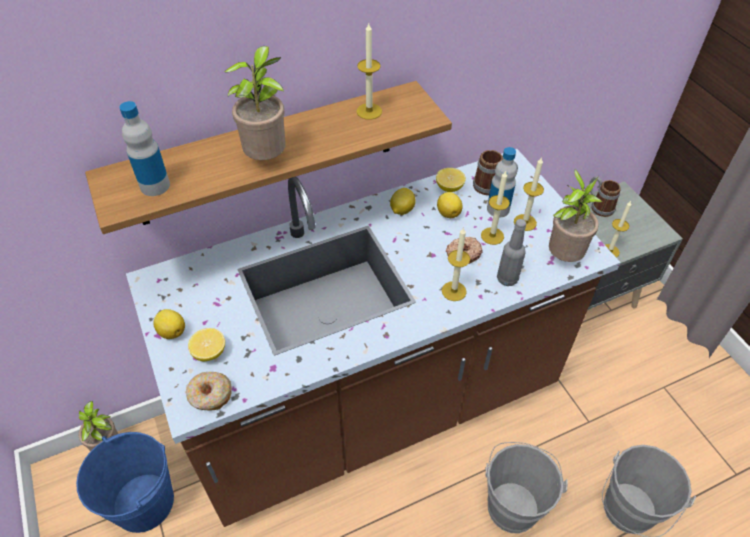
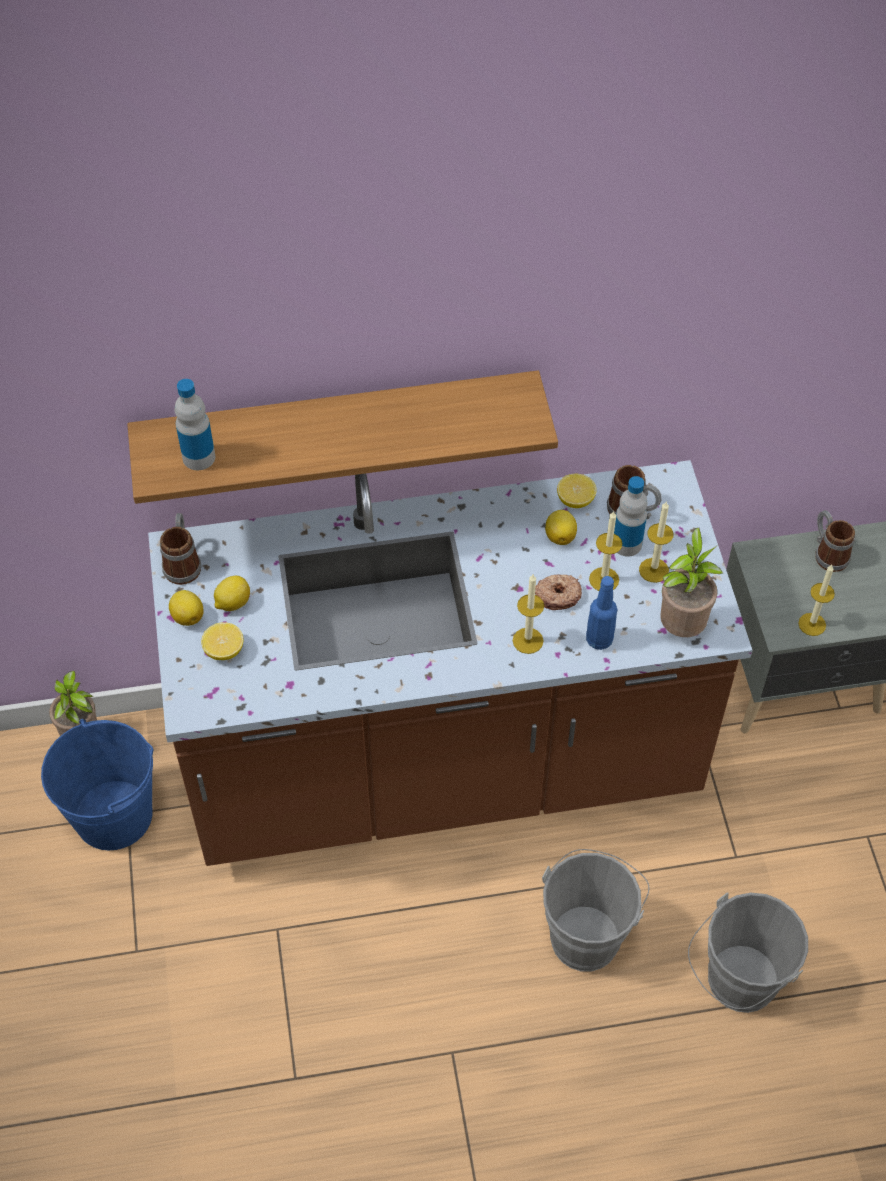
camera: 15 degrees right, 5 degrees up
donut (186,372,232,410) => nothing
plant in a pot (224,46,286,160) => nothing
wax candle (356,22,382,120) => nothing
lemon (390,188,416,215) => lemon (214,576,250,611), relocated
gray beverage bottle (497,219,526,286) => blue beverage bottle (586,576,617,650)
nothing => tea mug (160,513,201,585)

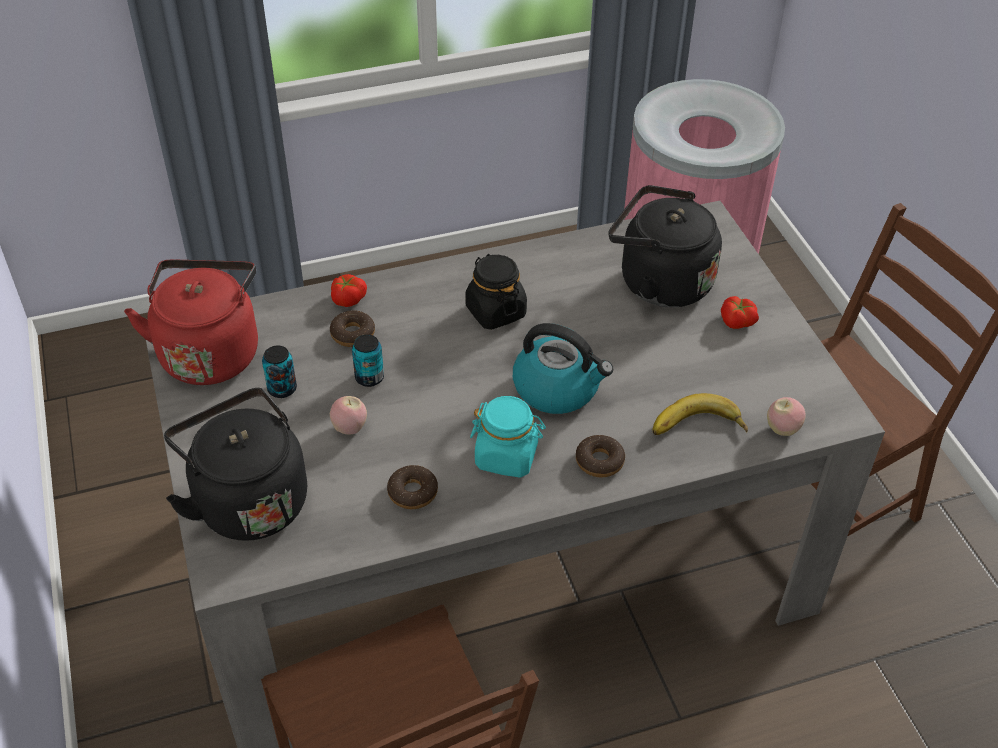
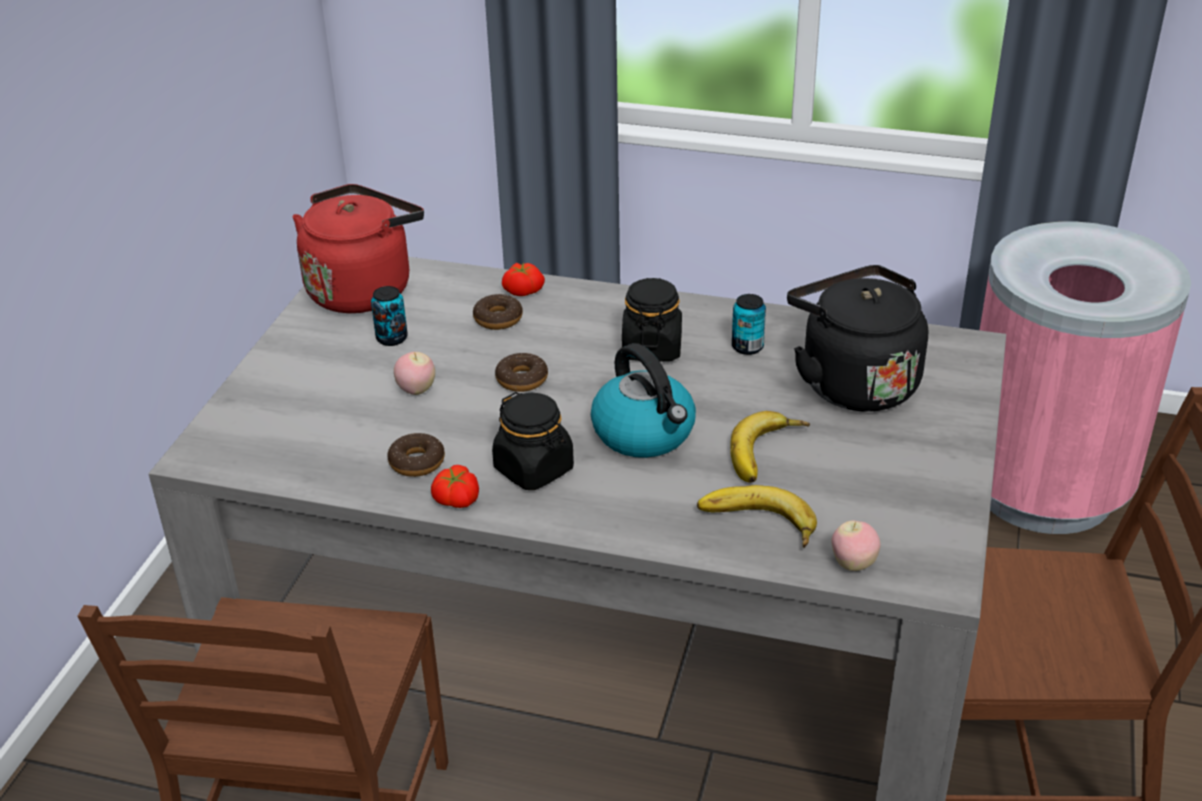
camera: 35 degrees right, 10 degrees down
blackish tea kettle (164,388,307,540) => nothing
sealed can (352,334,384,387) => sealed can (732,294,766,355), relocated
turquoise storage jar (470,396,546,478) => blackish storage jar (492,392,574,490)
donut (576,435,625,477) => donut (495,353,548,392), relocated
fresh tomato (721,296,759,329) => fresh tomato (431,465,479,508), relocated
nothing => banana (730,411,810,483)

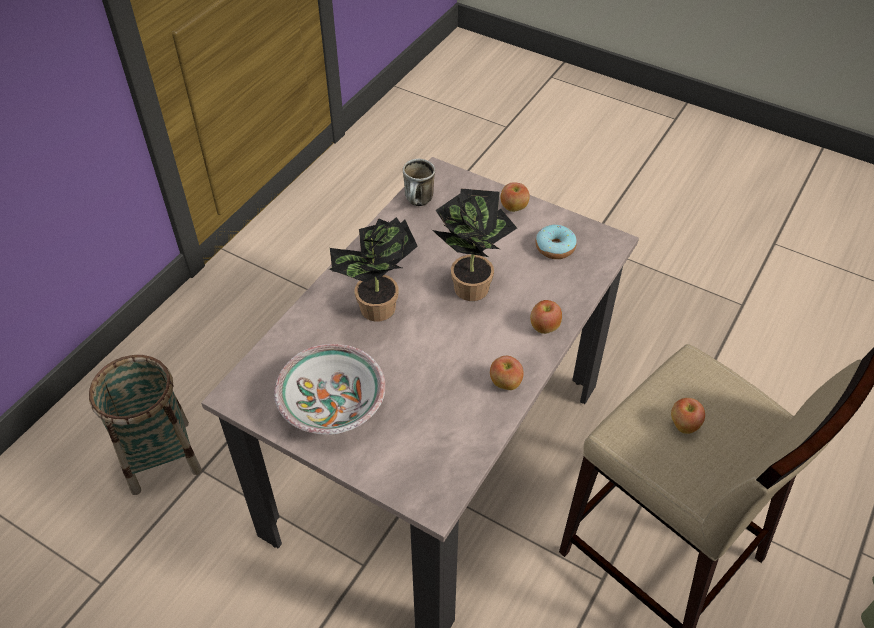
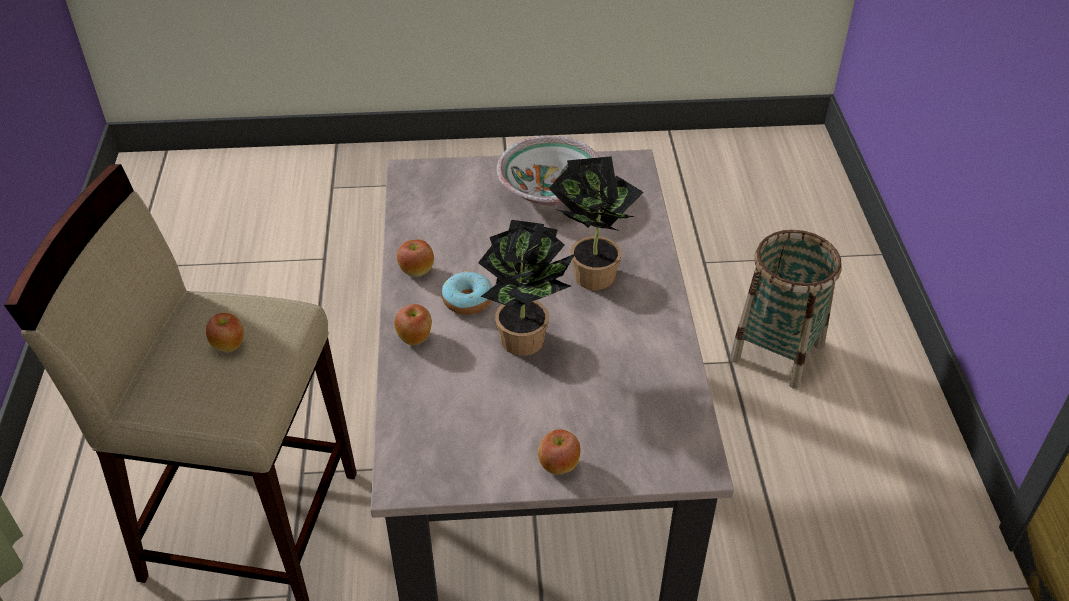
camera: 145 degrees right, 5 degrees down
tea mug (403,159,435,206) => nothing
donut (535,225,577,259) => donut (442,271,492,315), relocated

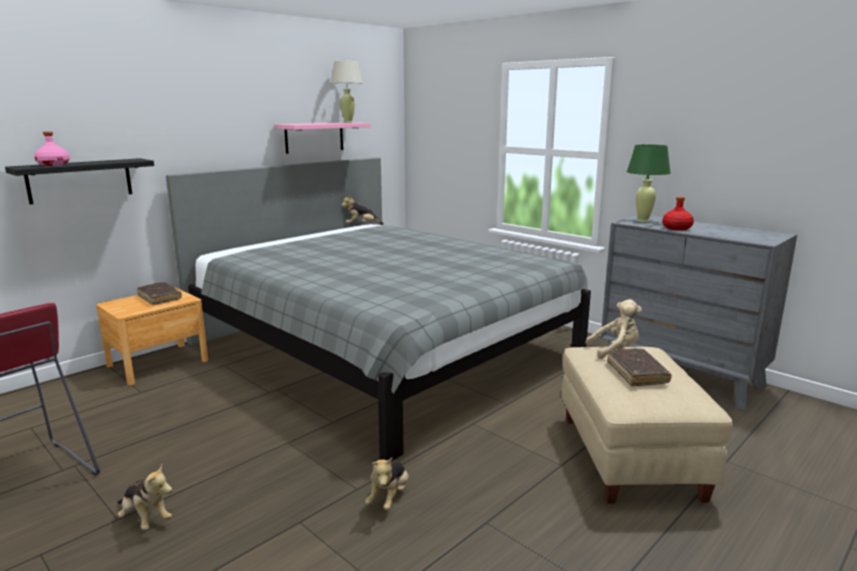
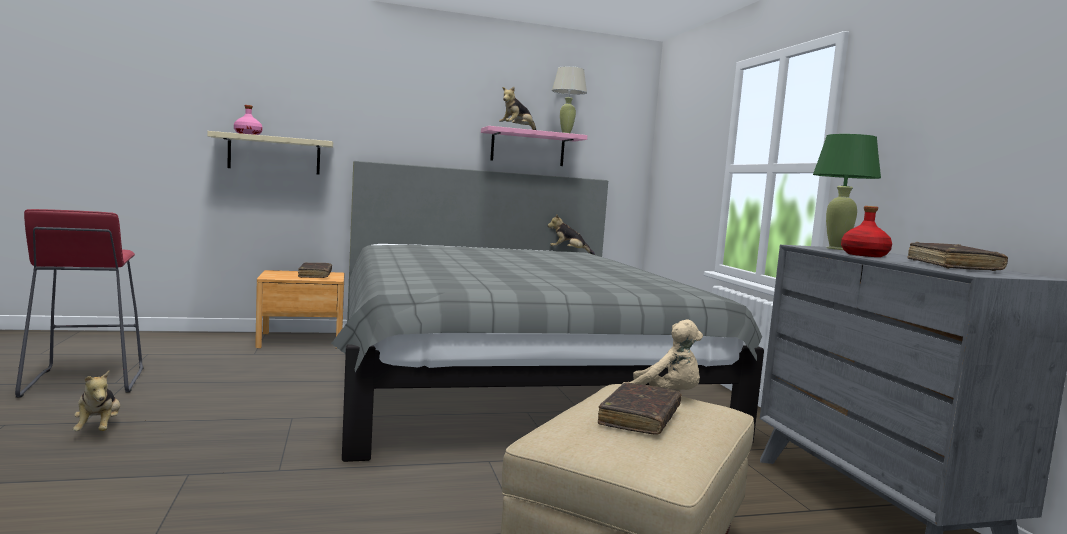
camera: 30 degrees right, 10 degrees down
blackish bracket shelf (5,158,154,204) => beige bracket shelf (207,131,333,175)
cuddly toy (365,457,409,510) => cuddly toy (499,86,536,130), relocated
nothing => brownish volume (908,242,1008,271)

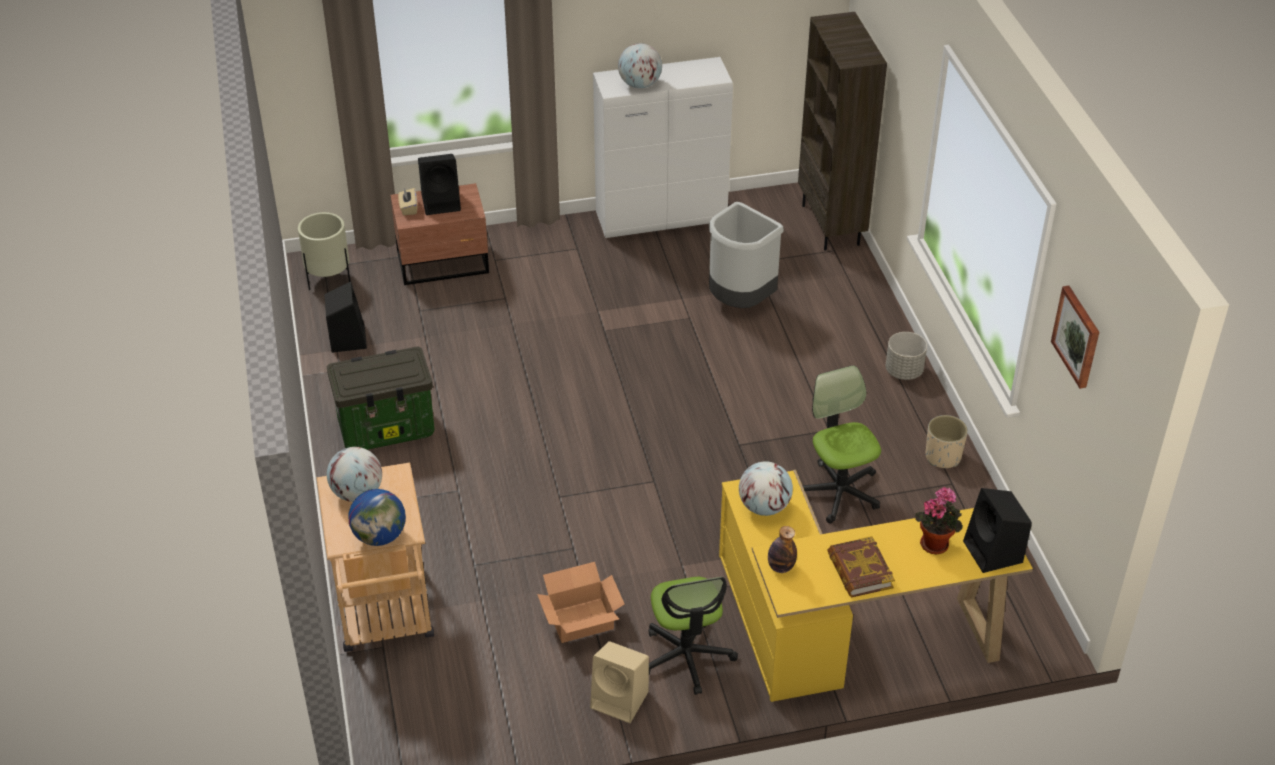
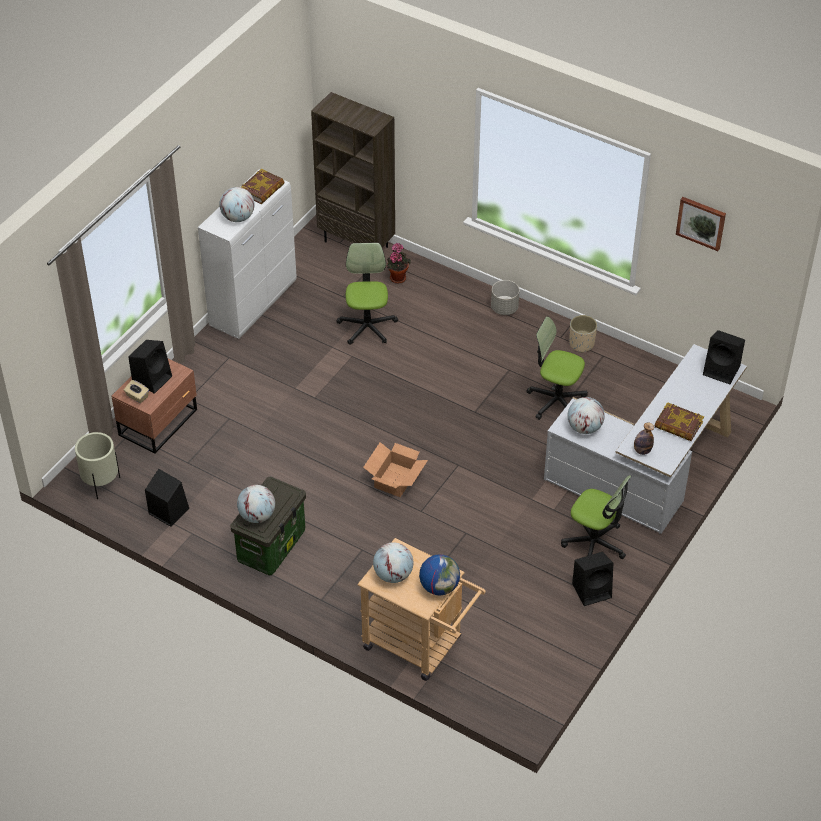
camera: 45 degrees left, 5 degrees up
cardboard box (537,562,624,643) => cardboard box (363,442,428,497), relocated
beige speaker (590,641,649,723) => blackish speaker (572,552,613,606)
gray trash can (709,202,784,308) => computer chair (337,243,398,345)
yellow desk unit (719,470,1033,702) => white-coloured desk unit (544,344,747,534)
plant in a pot (915,487,963,554) => plant in a pot (386,243,411,283), relocated
nothing => globe (237,485,275,523)
nothing => volume (241,169,285,204)

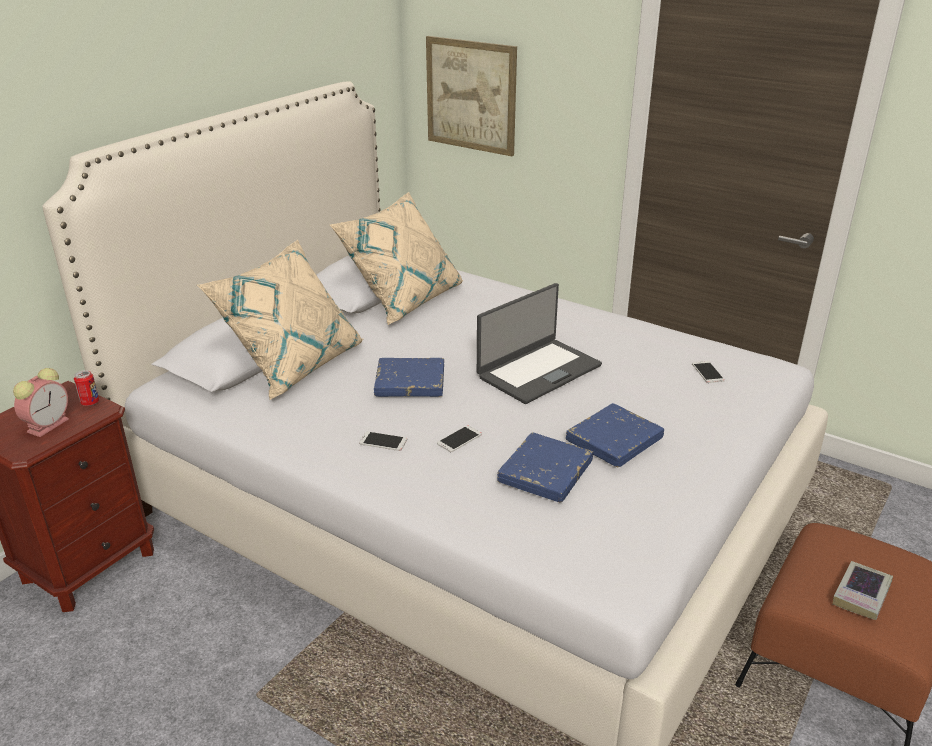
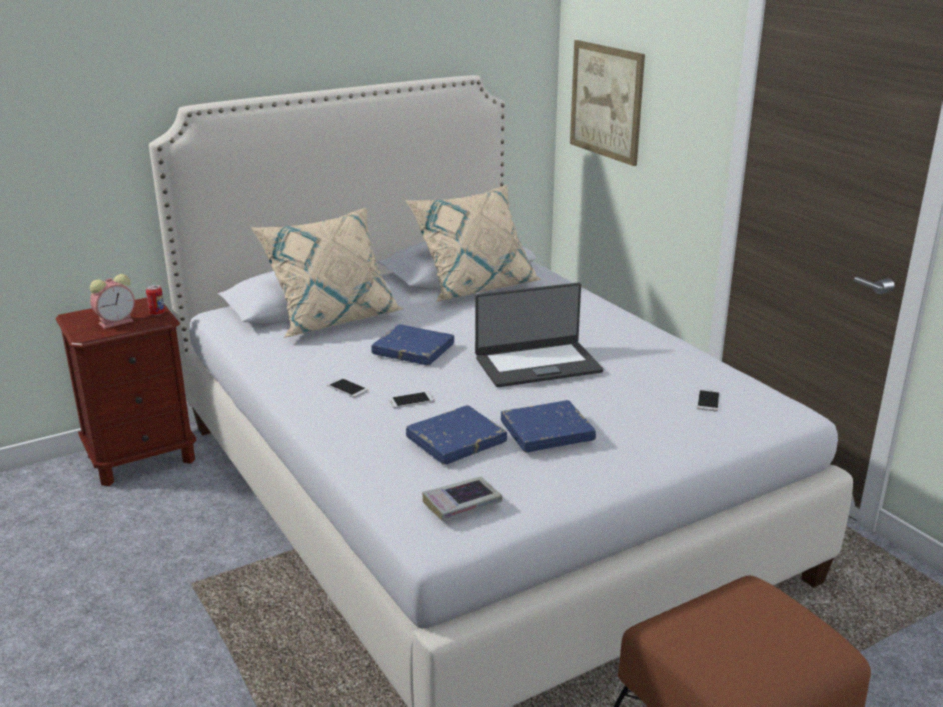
camera: 25 degrees right, 5 degrees down
volume (832,561,893,620) => volume (422,477,502,521), relocated

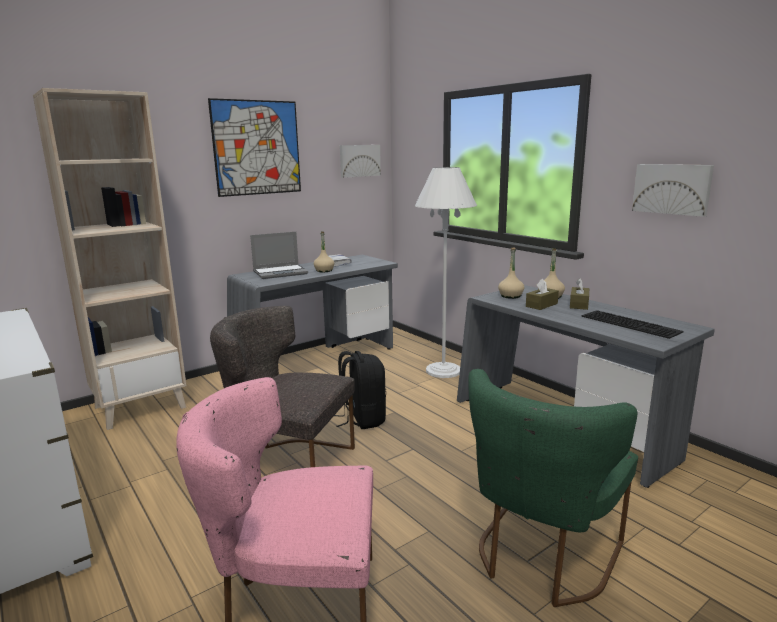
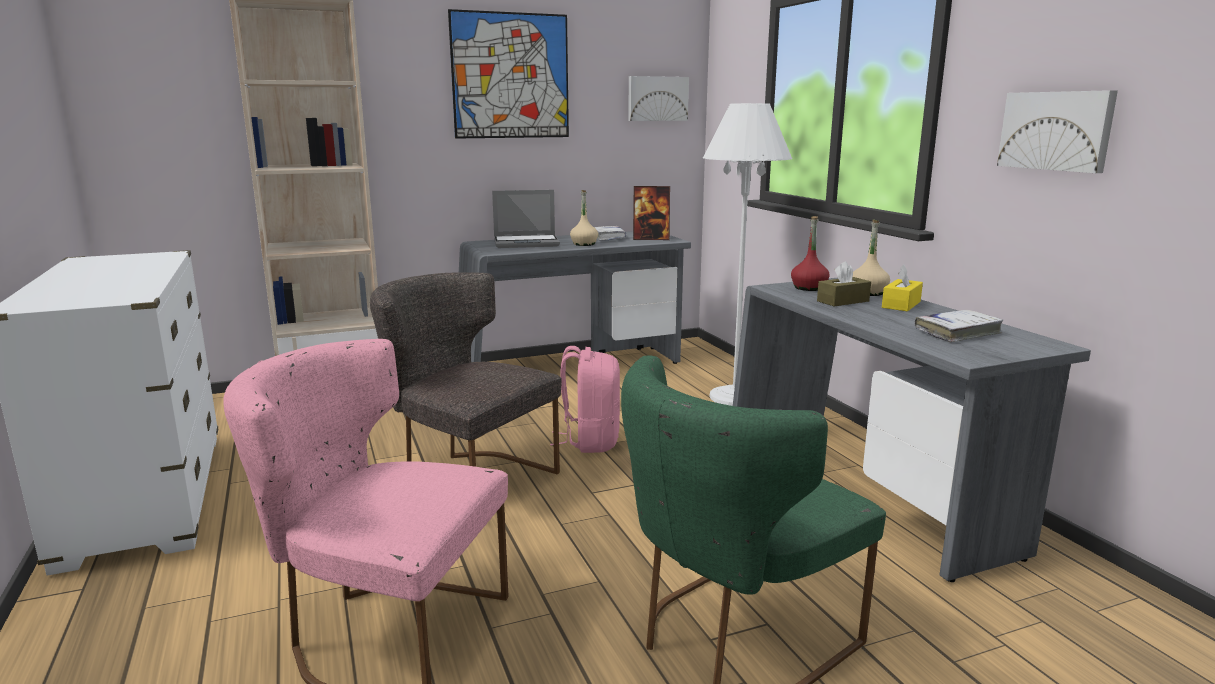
camera: 15 degrees right, 0 degrees up
blackish backpack (334,351,386,429) => pink backpack (550,346,620,453)
beige beverage bottle (498,248,525,299) => red-coloured beverage bottle (791,216,830,291)
brownish tissue holder (570,278,589,310) => yellow tissue holder (882,264,923,311)
keyboard (581,310,684,339) => white-coloured volume (915,310,1003,342)
nothing => standing frame (633,186,670,240)

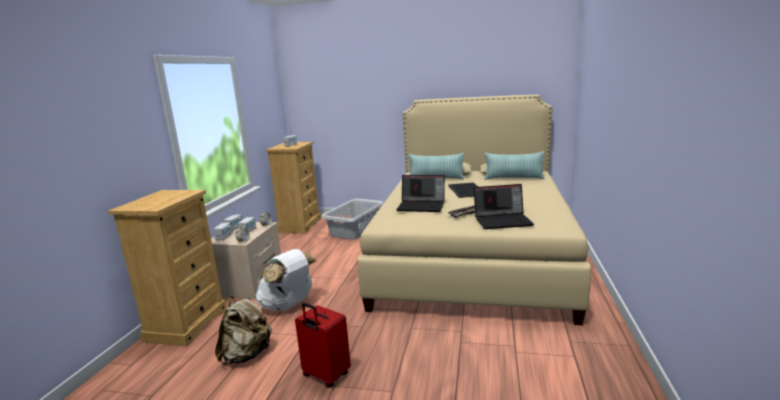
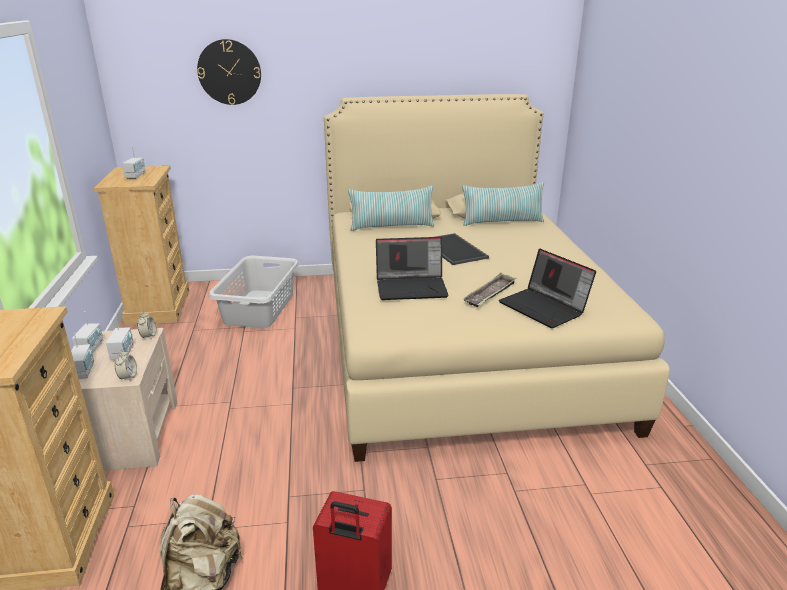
camera: 20 degrees left, 10 degrees up
white-coloured backpack (256,249,317,311) => nothing
portable computer (474,184,534,229) => portable computer (499,249,596,328), 75 degrees clockwise
nothing => hanging clock (197,39,261,105)

